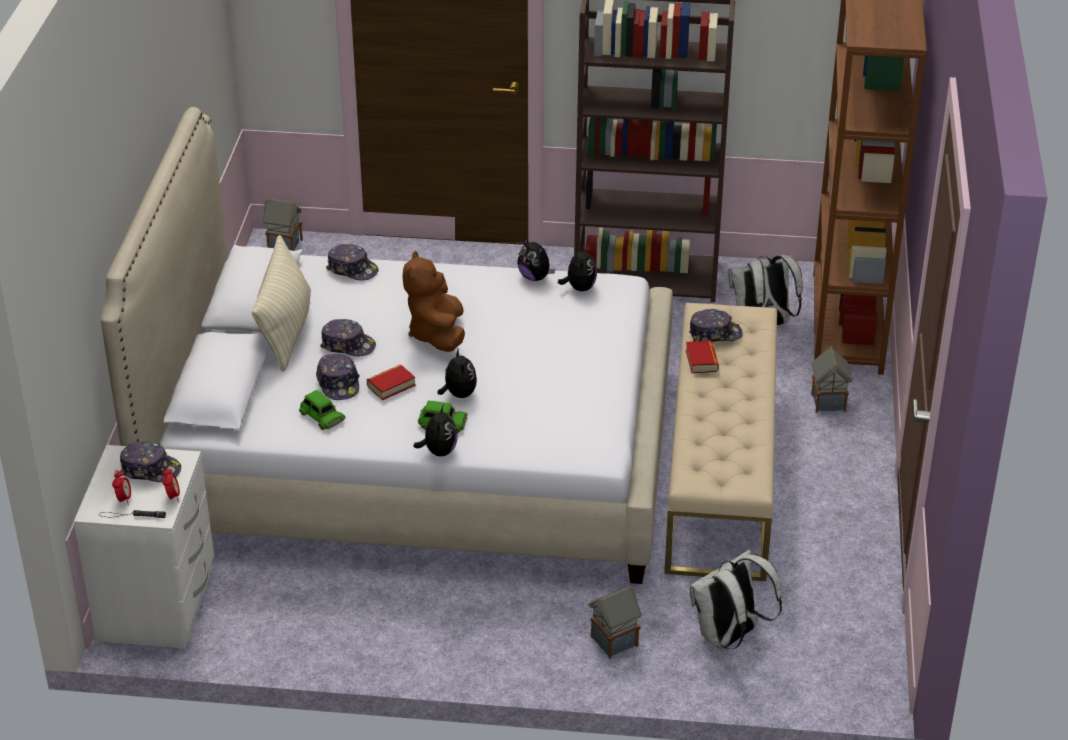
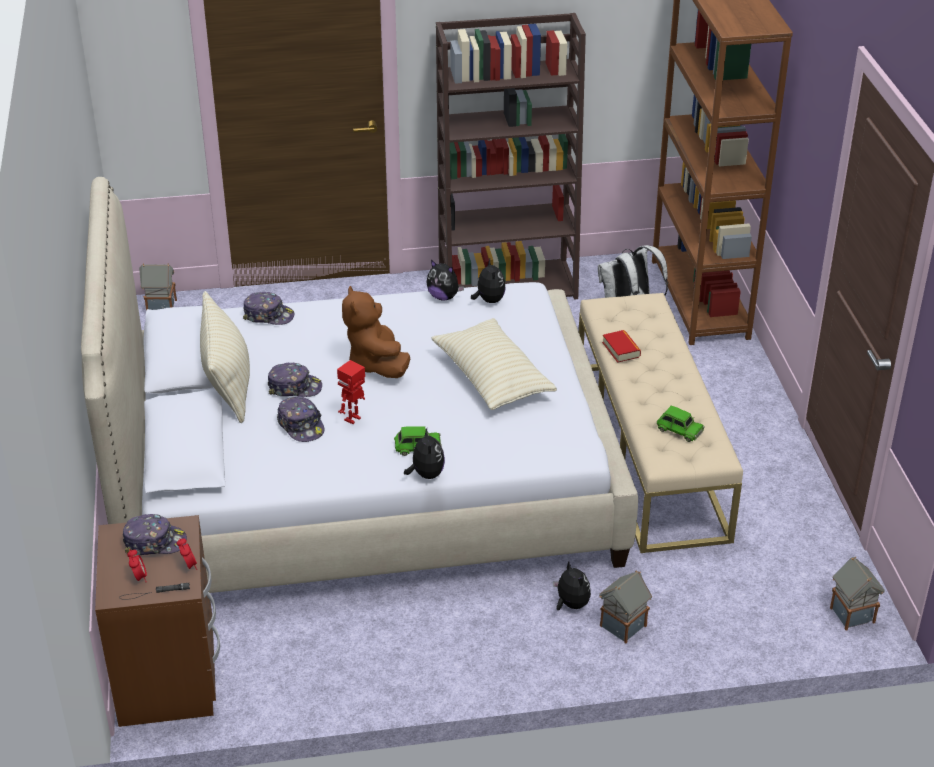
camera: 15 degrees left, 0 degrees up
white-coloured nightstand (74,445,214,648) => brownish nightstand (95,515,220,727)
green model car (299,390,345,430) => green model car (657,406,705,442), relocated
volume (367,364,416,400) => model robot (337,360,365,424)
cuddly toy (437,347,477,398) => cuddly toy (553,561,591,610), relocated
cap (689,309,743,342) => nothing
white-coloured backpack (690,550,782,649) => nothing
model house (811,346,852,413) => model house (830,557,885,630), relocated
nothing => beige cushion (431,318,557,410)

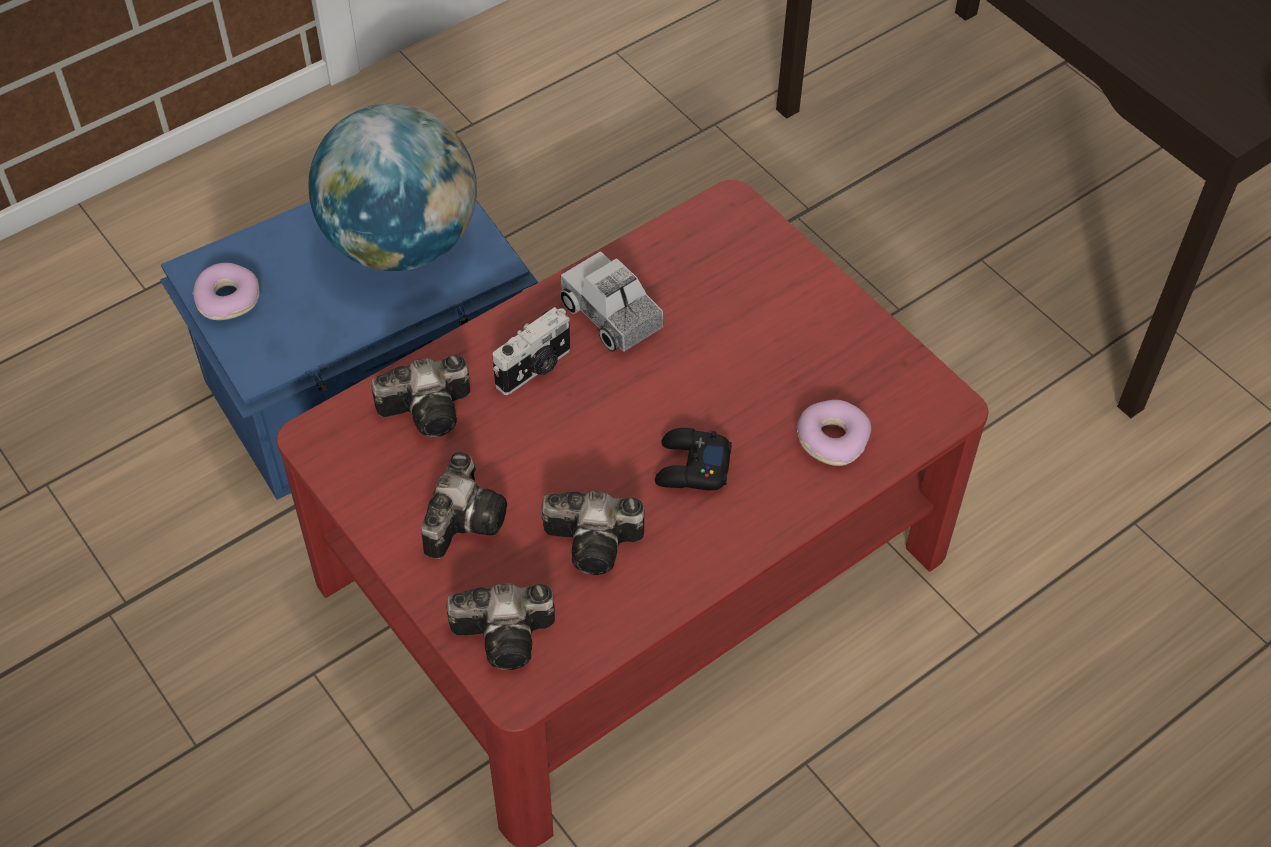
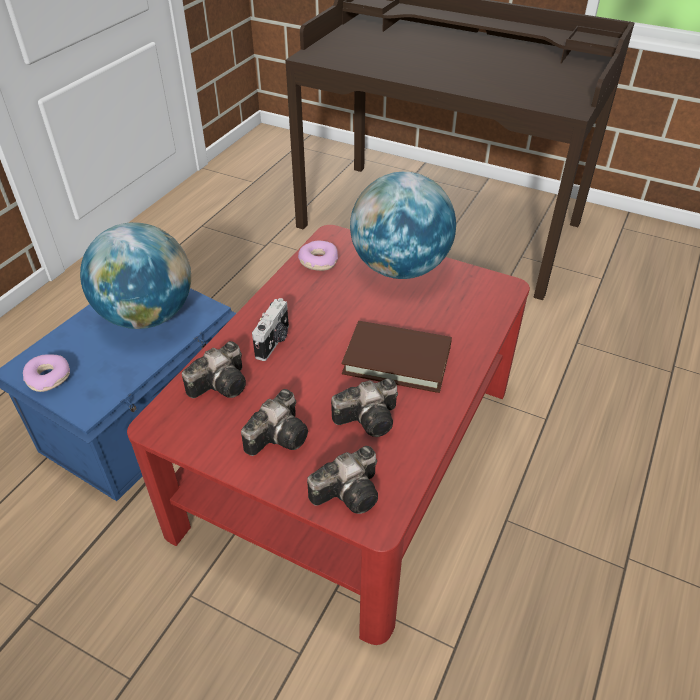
camera: 25 degrees left, 10 degrees down
still camera (421,452,507,559) => still camera (241,389,308,456), 45 degrees clockwise
toy lorry (560,251,664,352) => nothing
blackish gamepad (655,428,732,490) => brownish volume (342,321,452,393)
donut (797,400,871,466) => donut (298,241,338,271), relocated
nothing => globe (350,172,456,279)

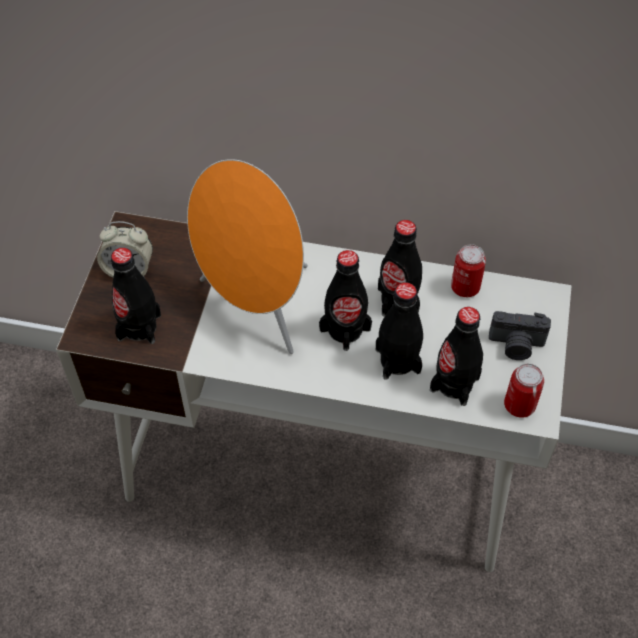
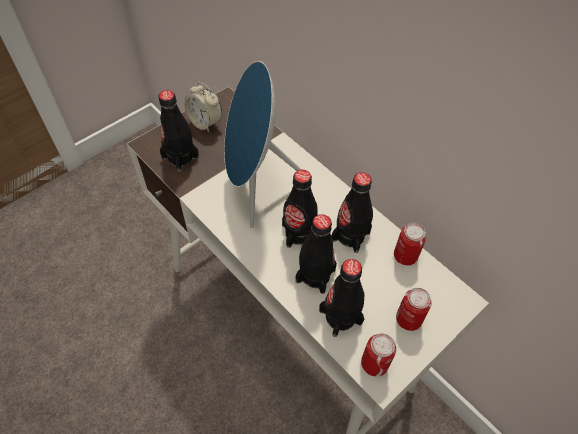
camera: 35 degrees right, 0 degrees up
orangey speaker (187,159,308,354) => blue speaker (224,61,302,228)
still camera (489,311,551,360) => sealed can (396,288,432,331)

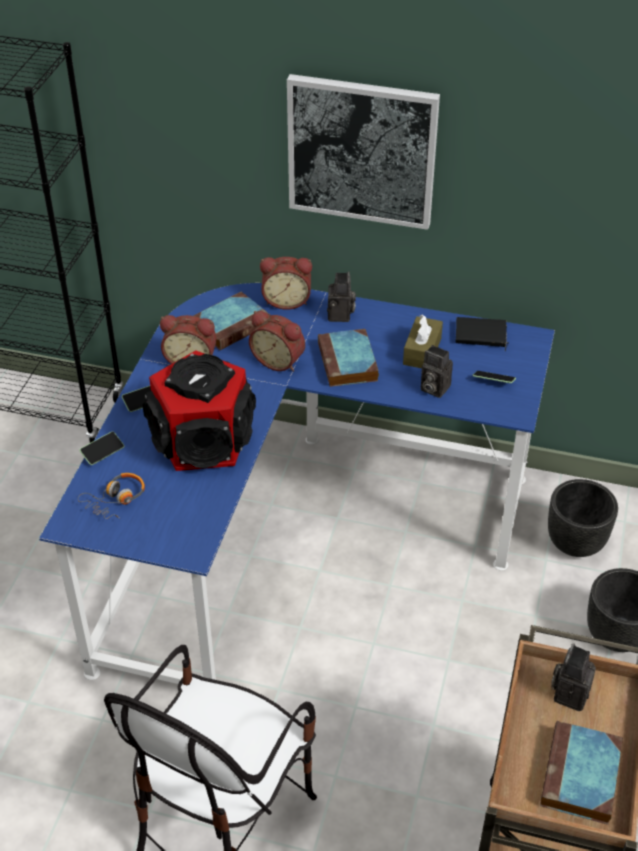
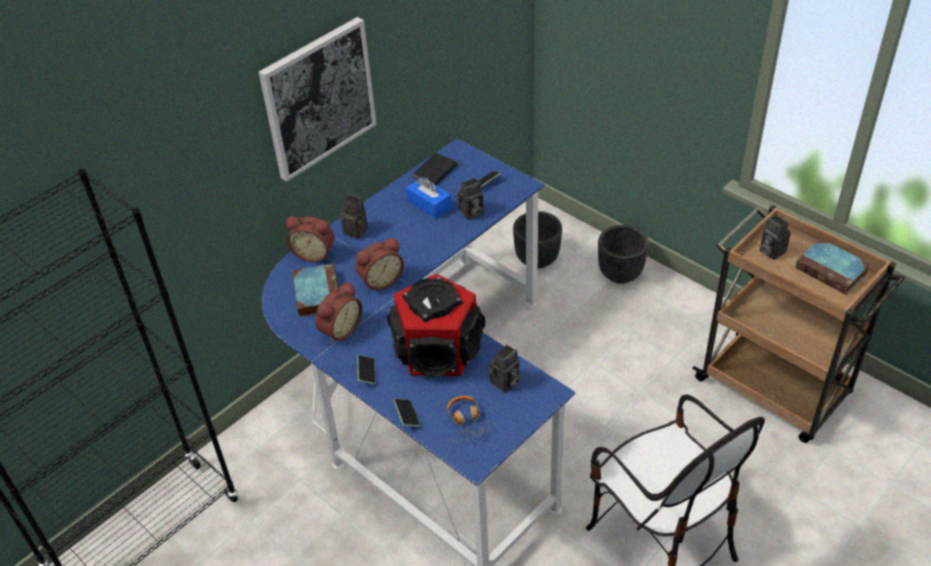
camera: 60 degrees left, 0 degrees up
table clock (260,257,312,310) => table clock (286,216,335,262), 75 degrees clockwise
volume (318,329,379,387) => nothing
brownish tissue holder (403,315,443,368) => blue tissue holder (407,177,452,219)
nothing => still camera (488,345,520,393)

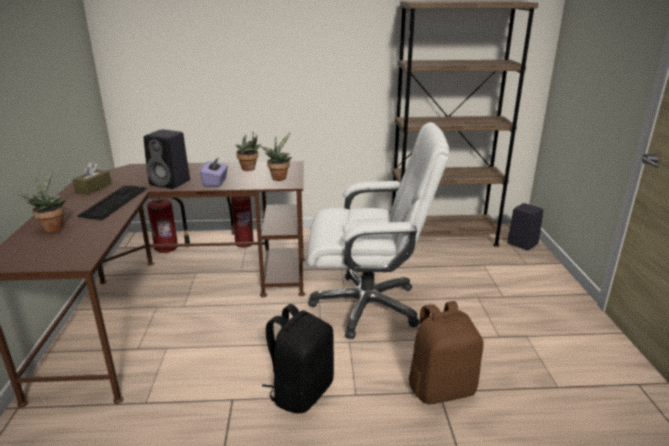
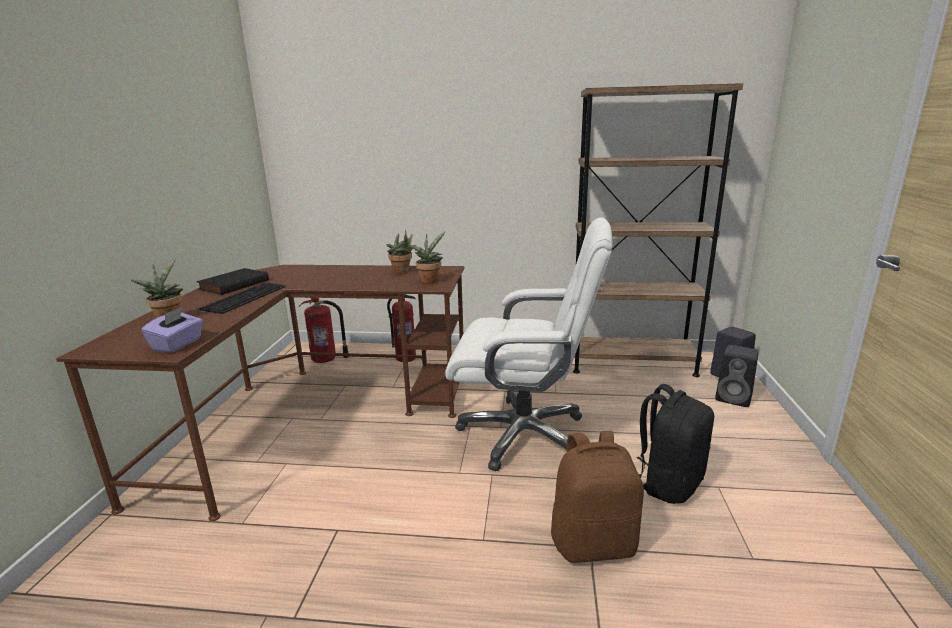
camera: 10 degrees right, 5 degrees down
brownish tissue holder (72,162,112,195) => blackish volume (196,268,269,295)
blackish speaker (144,129,190,189) => blackish speaker (715,345,759,407), relocated
purplish tissue holder (200,157,228,187) => purplish tissue holder (141,307,203,353), relocated
blackish backpack (262,304,334,413) => blackish backpack (637,384,714,504), relocated

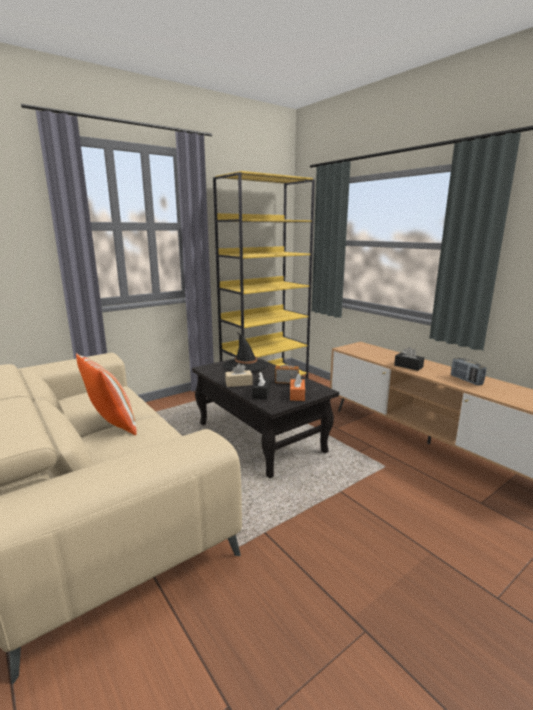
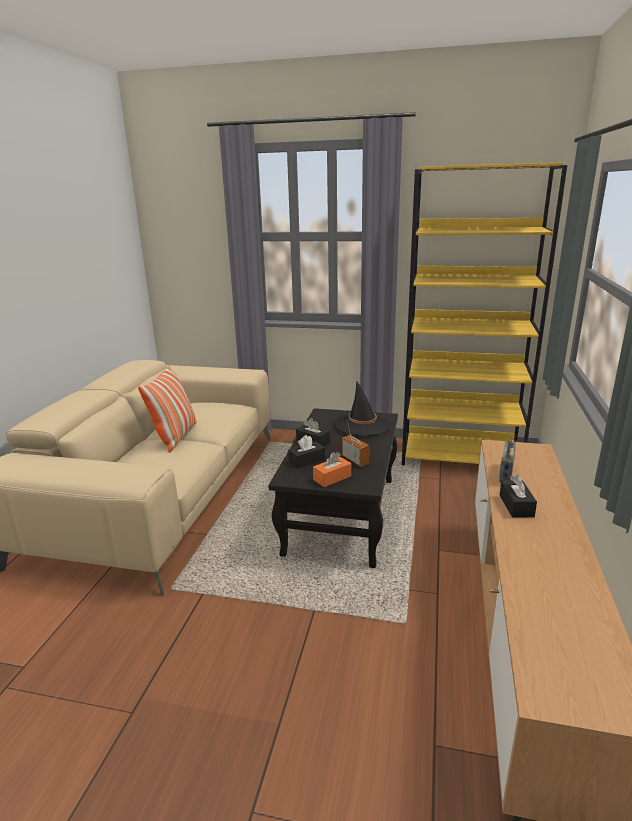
camera: 50 degrees right, 5 degrees up
beige tissue holder (225,363,253,387) => blackish tissue holder (296,418,330,446)
radio (451,358,486,386) => radio (499,441,516,483), relocated

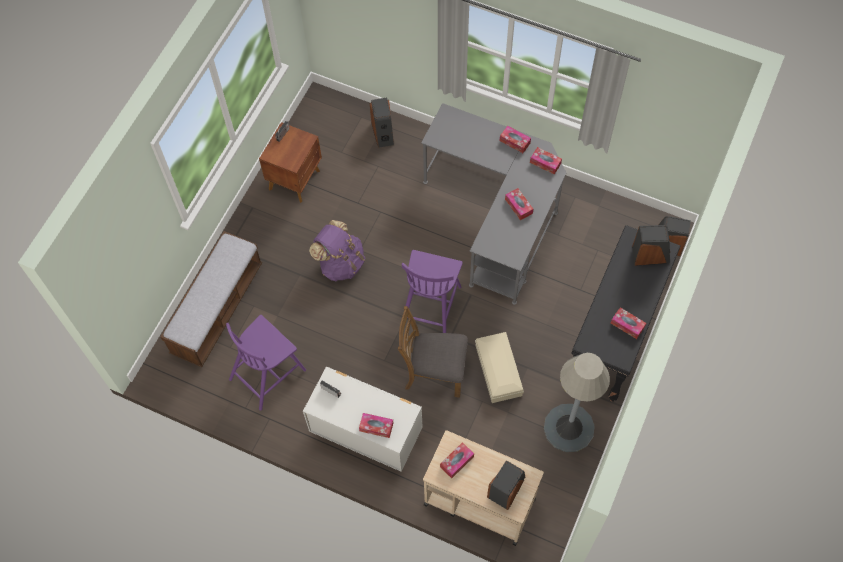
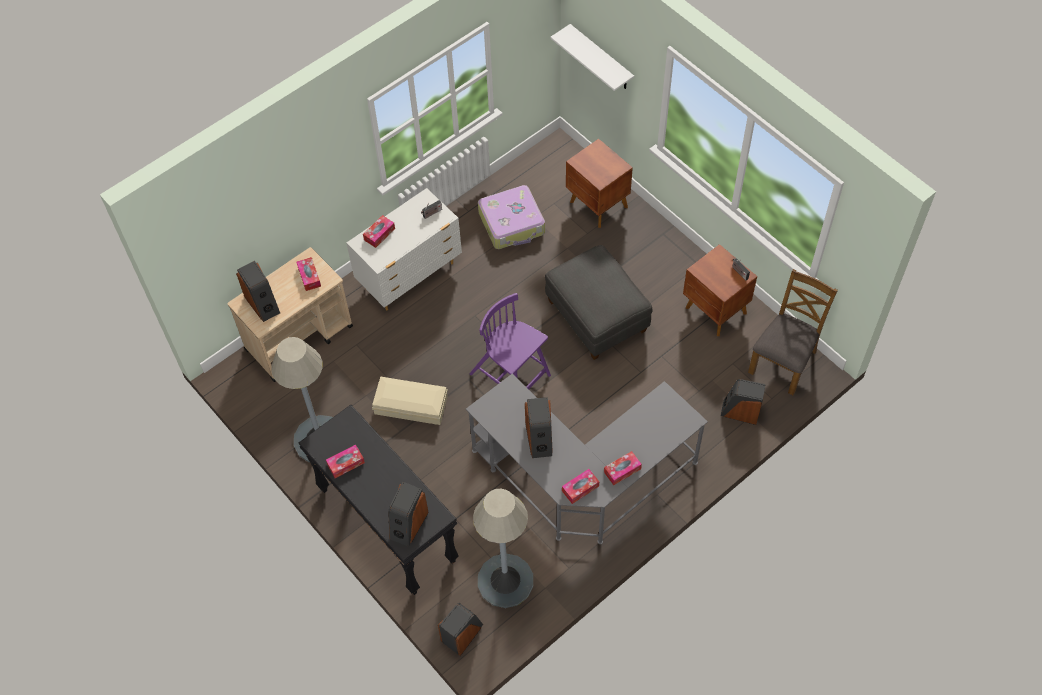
camera: 115 degrees right, 5 degrees down
bench (160,231,262,367) => brownish nightstand (566,139,633,228)
purplish upright chair (226,315,306,411) => piece of luggage (478,185,545,249)
purplish backpack (309,220,365,282) => gray footrest (545,245,653,360)
brownish upright chair (398,306,468,398) => brownish upright chair (748,269,838,395), relocated
tissue holder (505,188,533,220) => speaker (525,397,553,458)
nothing => gray floor lamp (473,489,533,608)
nothing => white-coloured bracket shelf (550,24,634,91)

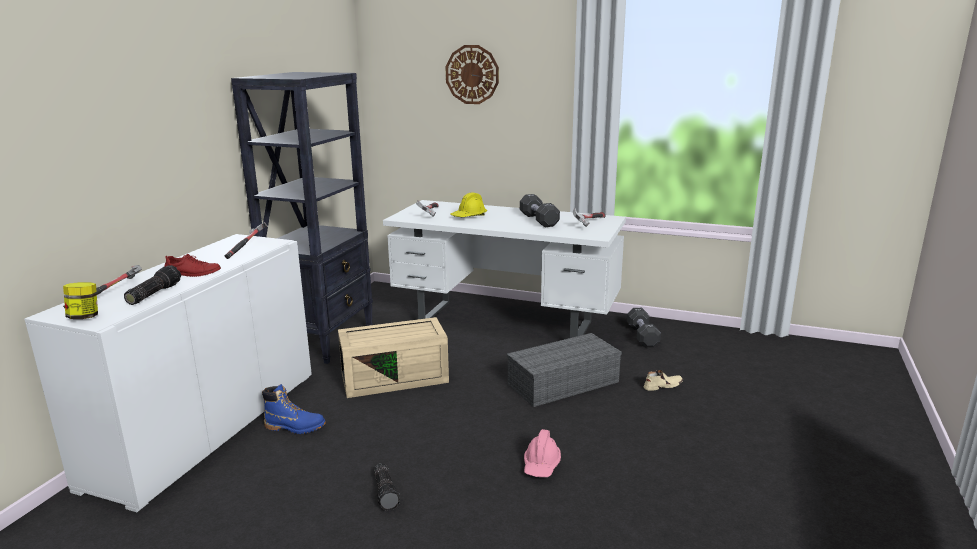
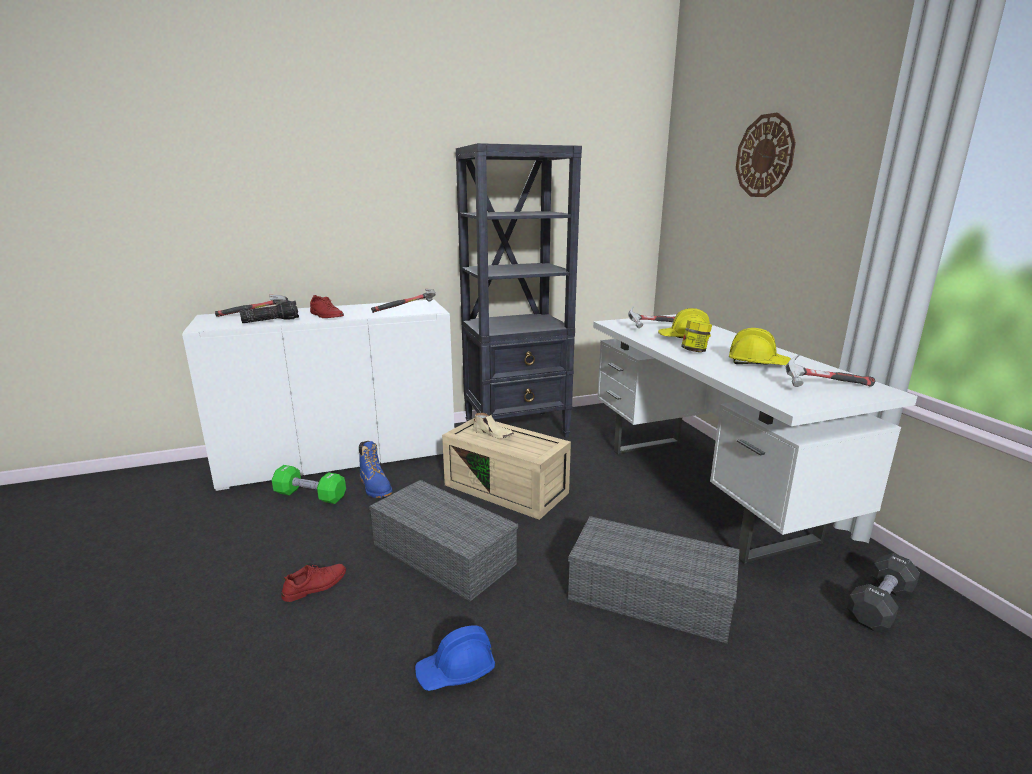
camera: 50 degrees right, 0 degrees up
storage jar (63,282,98,319) => storage jar (681,320,712,352), relocated
hand torch (374,463,400,511) => red-coloured low shoe (281,564,346,602)
blackish free weight (520,194,560,227) => yellow safety helmet (729,328,791,365)
pink safety helmet (524,429,561,477) => blue safety helmet (415,626,495,691)
beige low shoe (644,370,683,391) => beige low shoe (473,413,514,438), relocated
nothing => green free weight (272,465,346,504)
nothing => gray storage bin (369,480,518,601)

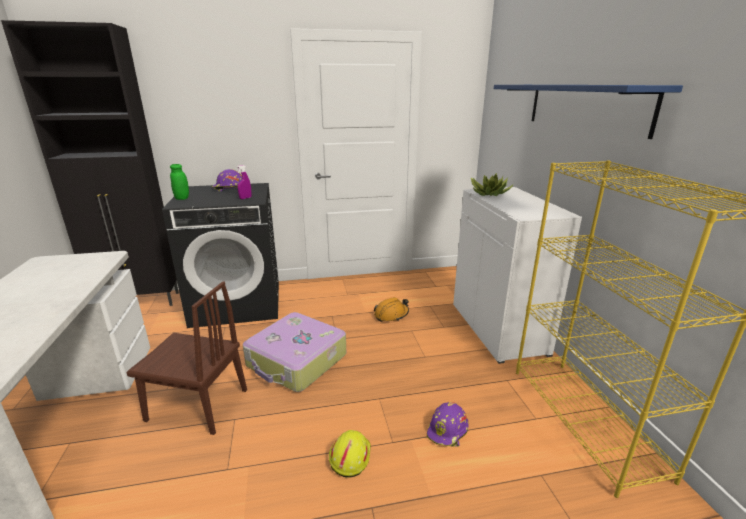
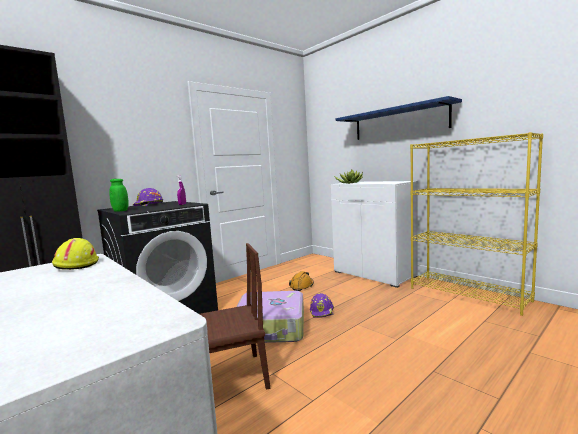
camera: 30 degrees left, 15 degrees down
yellow safety helmet (329,430,371,478) => yellow safety helmet (52,238,99,270), relocated
purplish safety helmet (427,402,469,447) => purplish safety helmet (310,293,334,318), relocated

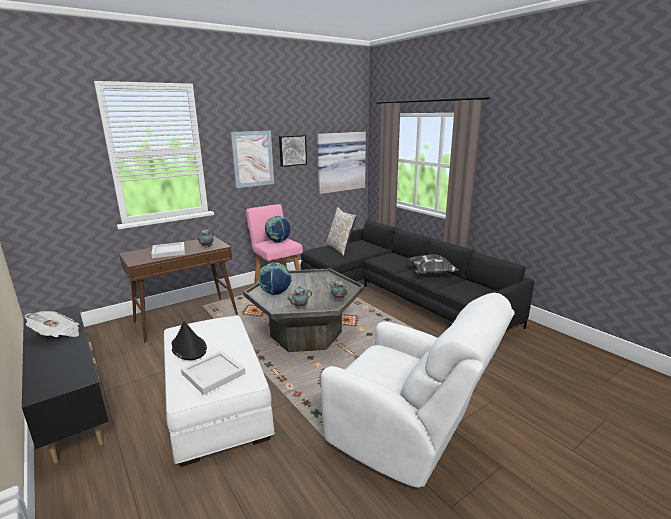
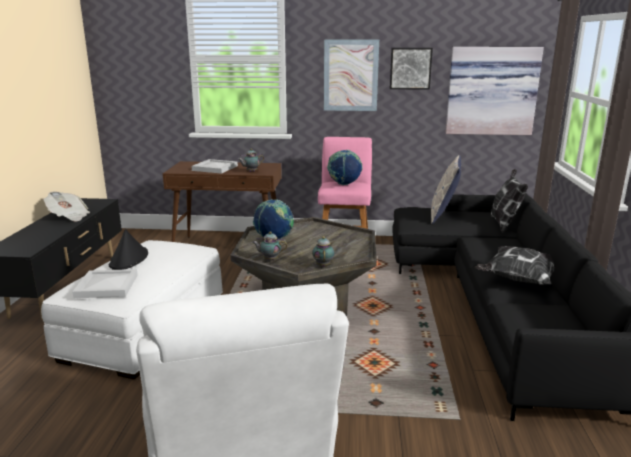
camera: 40 degrees right, 0 degrees up
nothing => cushion (491,169,528,232)

